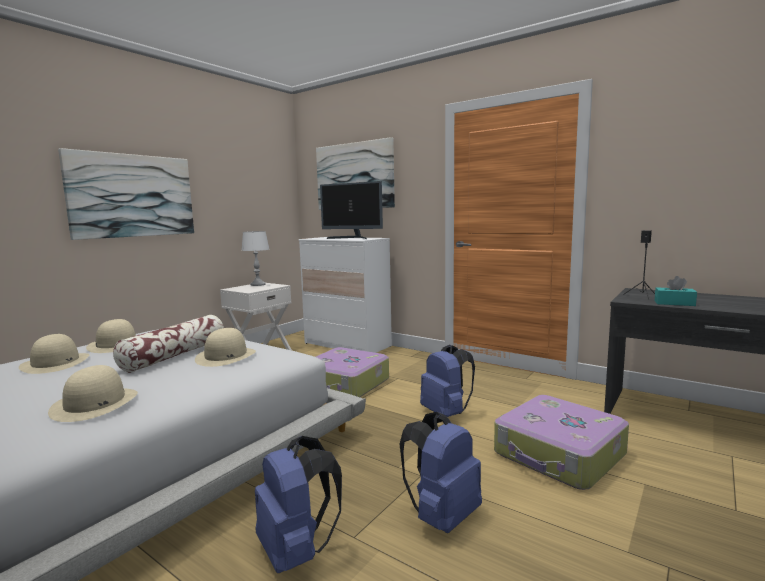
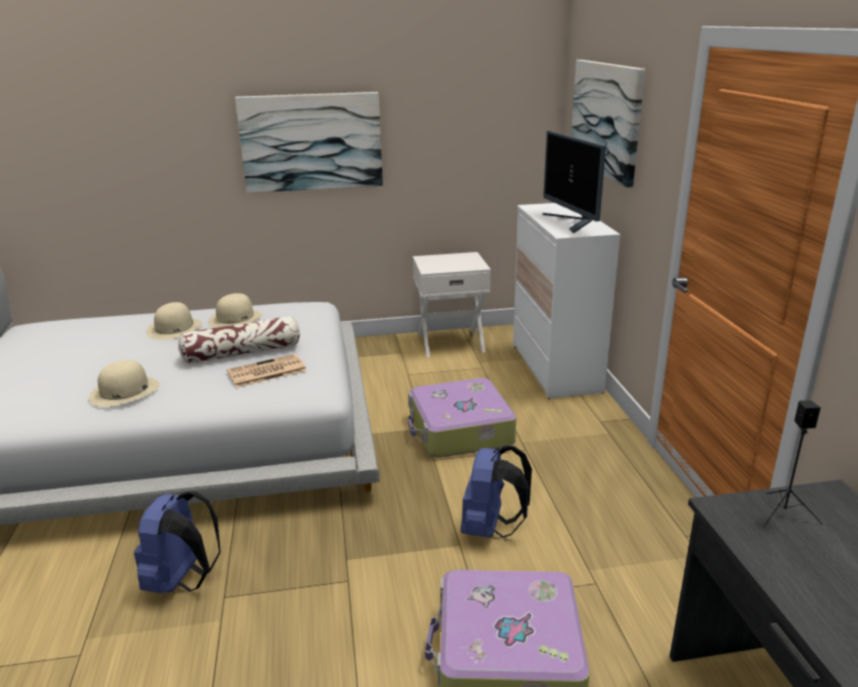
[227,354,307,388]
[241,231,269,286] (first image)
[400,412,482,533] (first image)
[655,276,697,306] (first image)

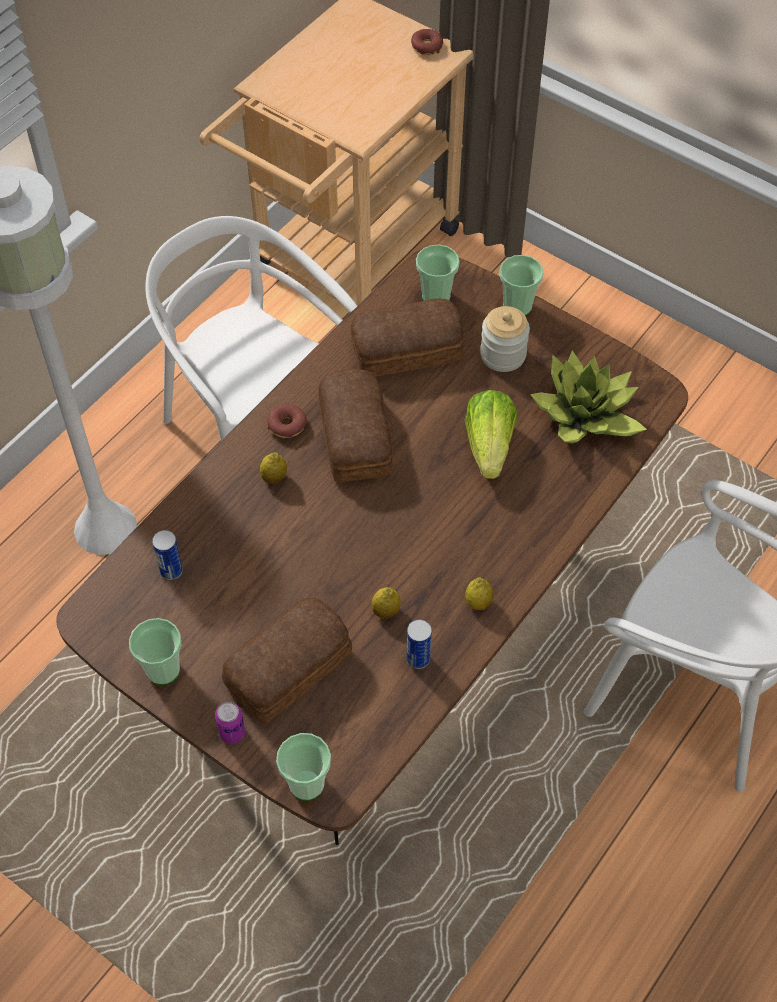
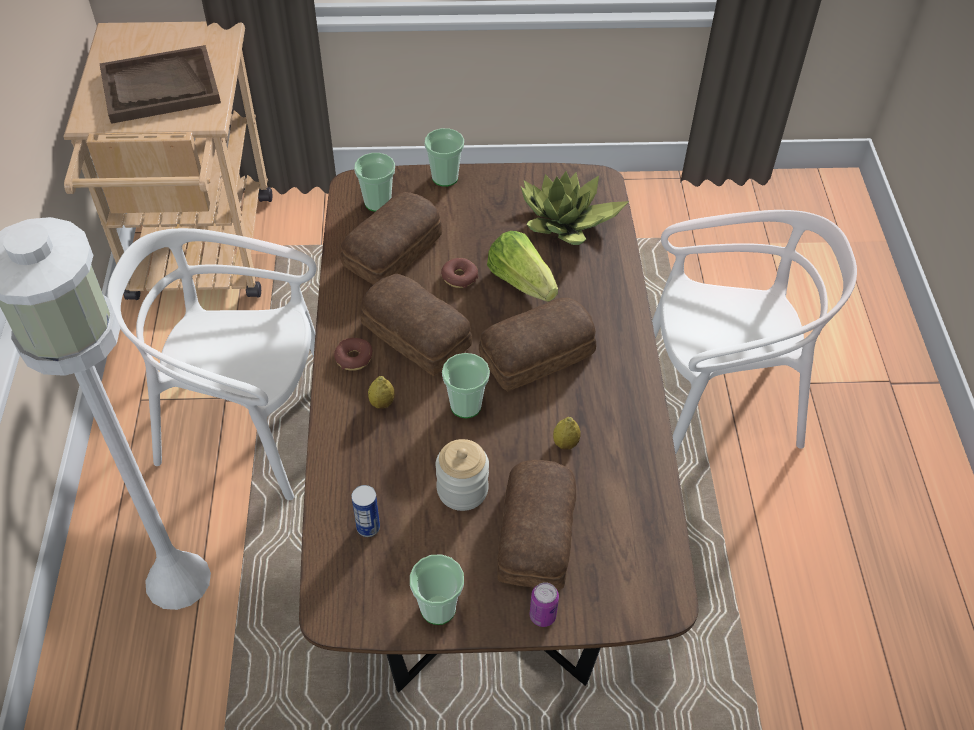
[100,45,221,124]
[436,439,489,511]
[441,258,478,288]
[442,353,490,418]
[479,298,596,392]
[407,619,432,669] (first image)
[465,577,494,610] (first image)

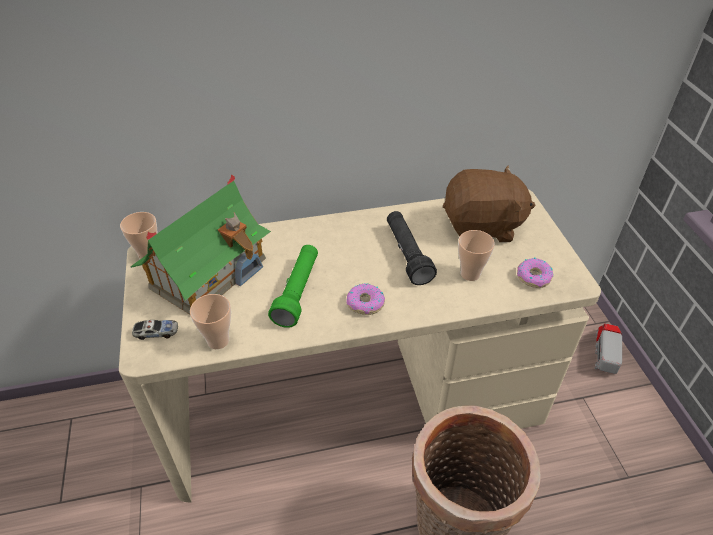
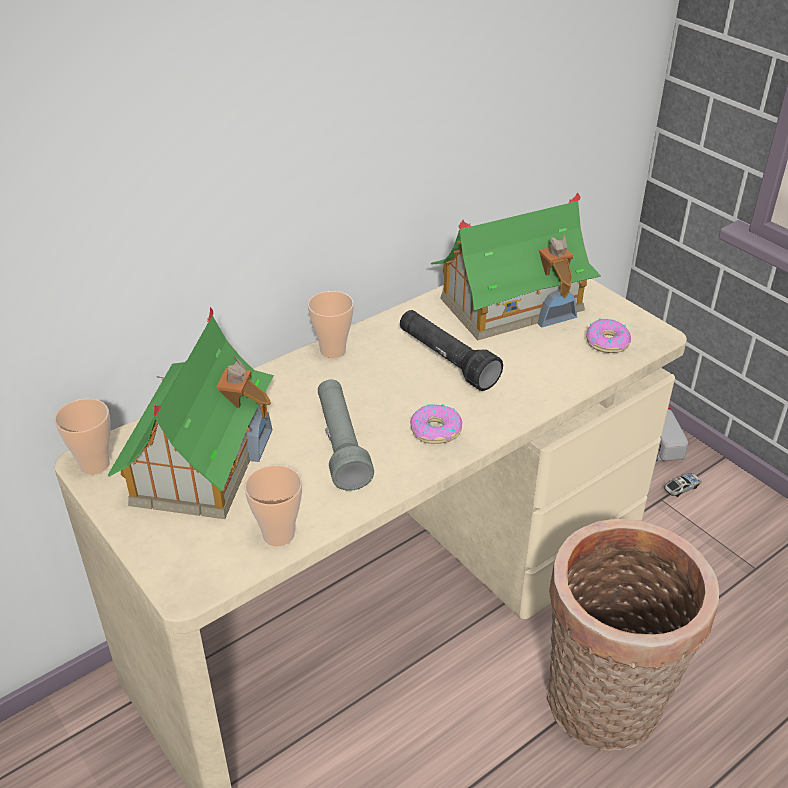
[308,291,354,358]
[318,379,374,491]
[431,192,601,341]
[664,473,702,497]

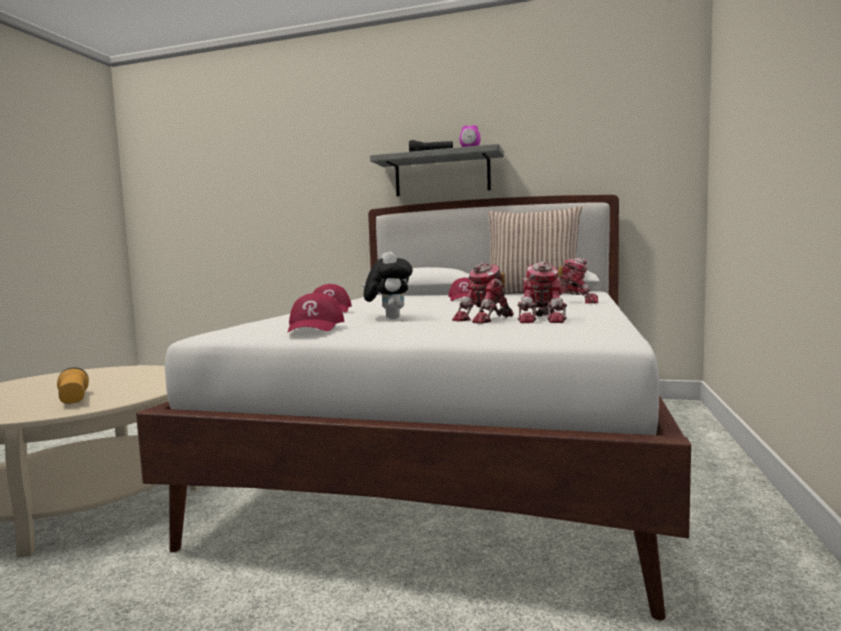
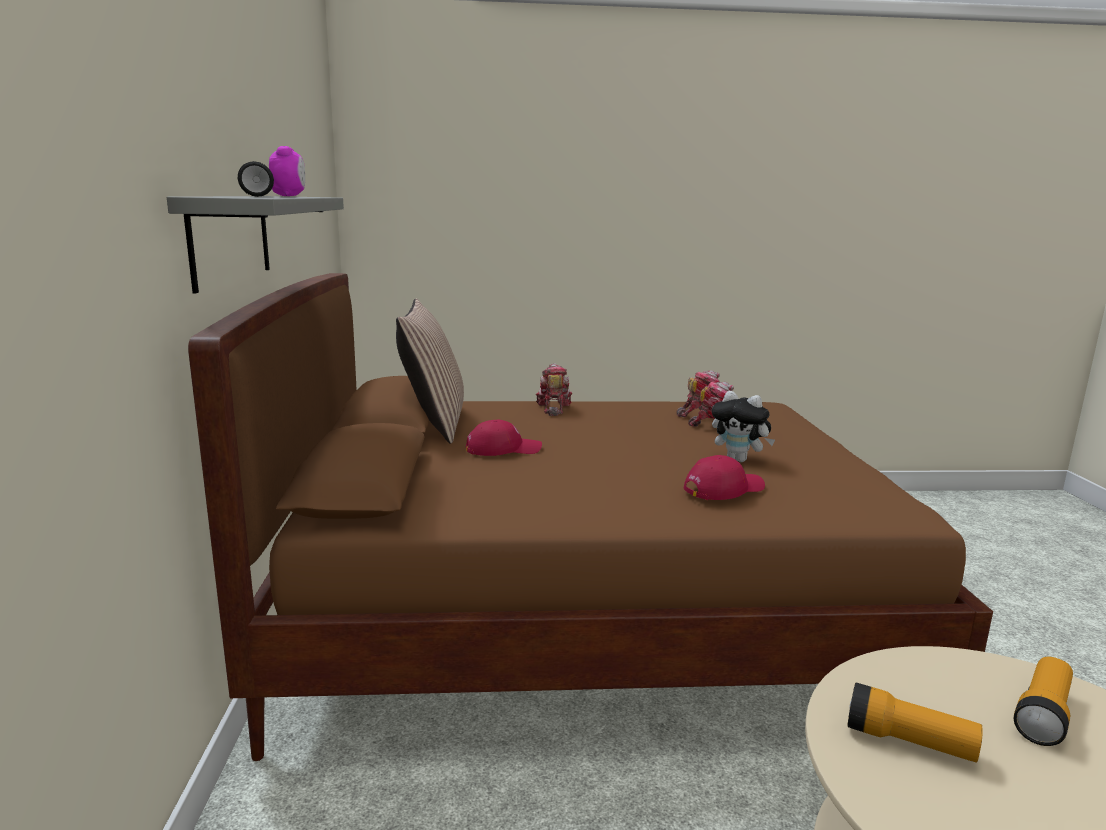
[188,273,993,761]
[712,391,775,462]
[848,683,982,762]
[288,292,345,332] (first image)

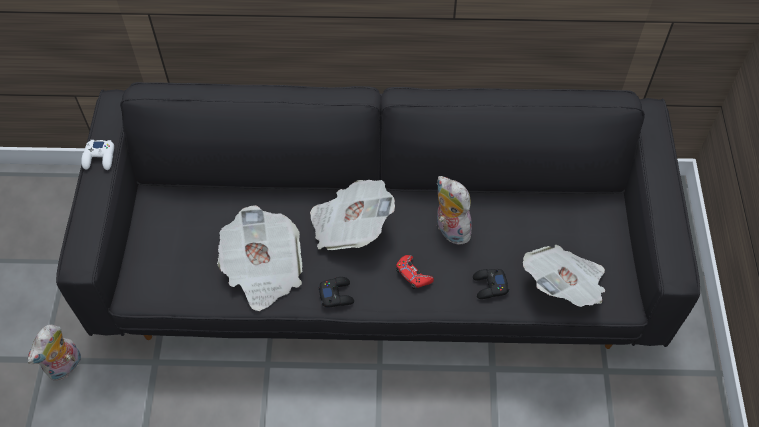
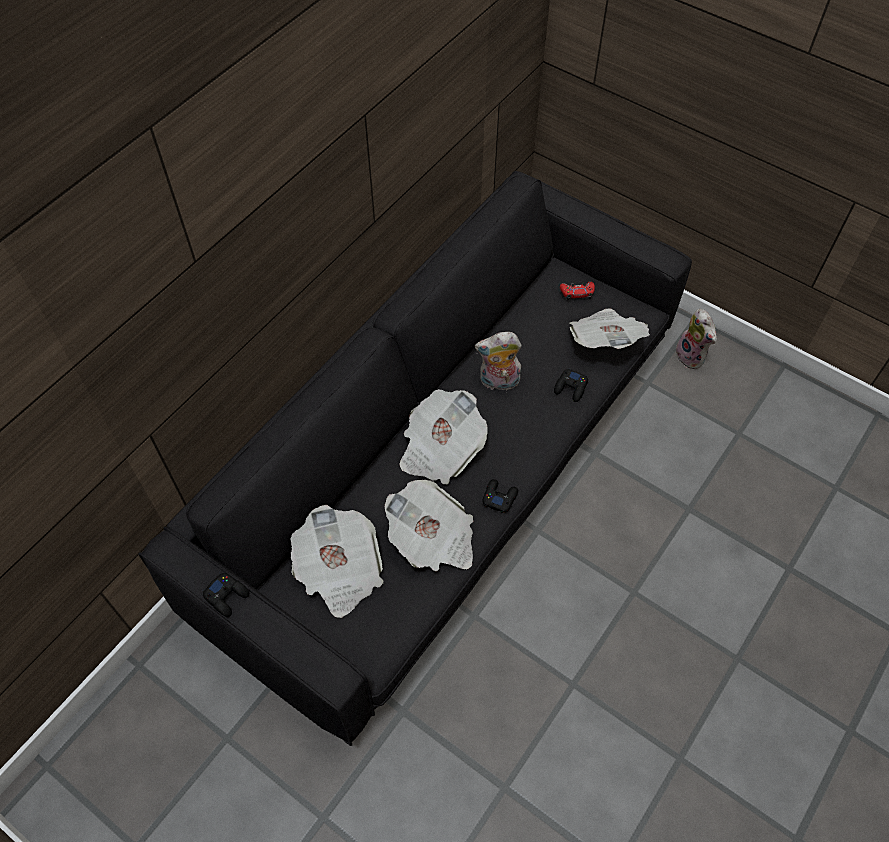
[203,573,249,617]
[290,505,383,618]
[560,281,595,300]
[676,309,717,369]

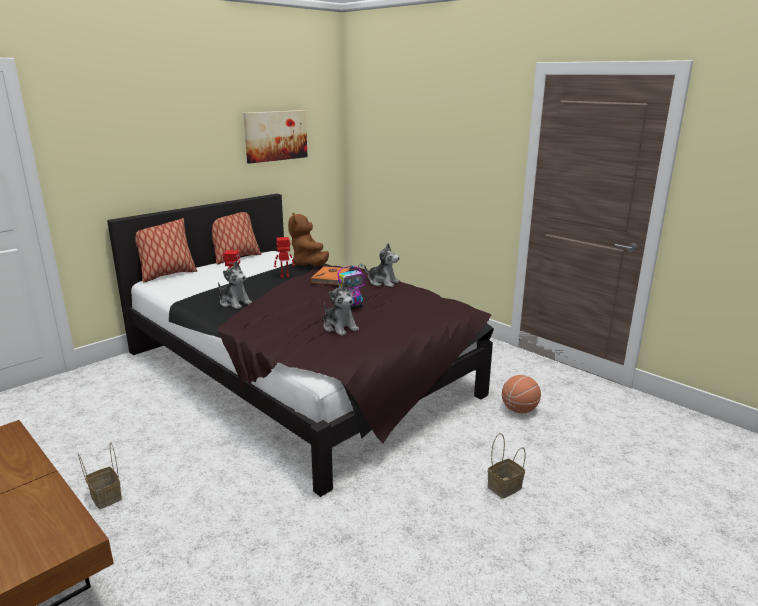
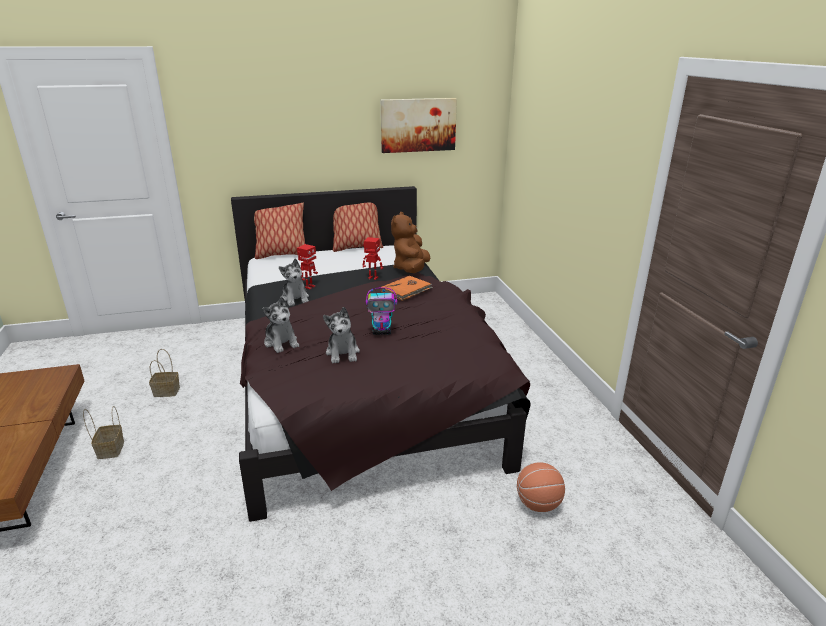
[149,349,180,397]
[262,296,299,353]

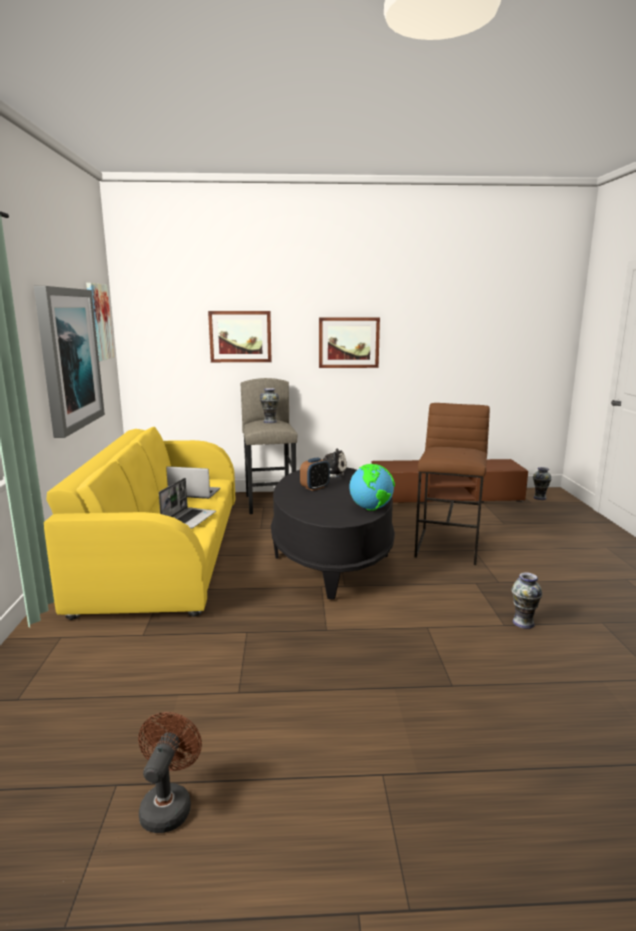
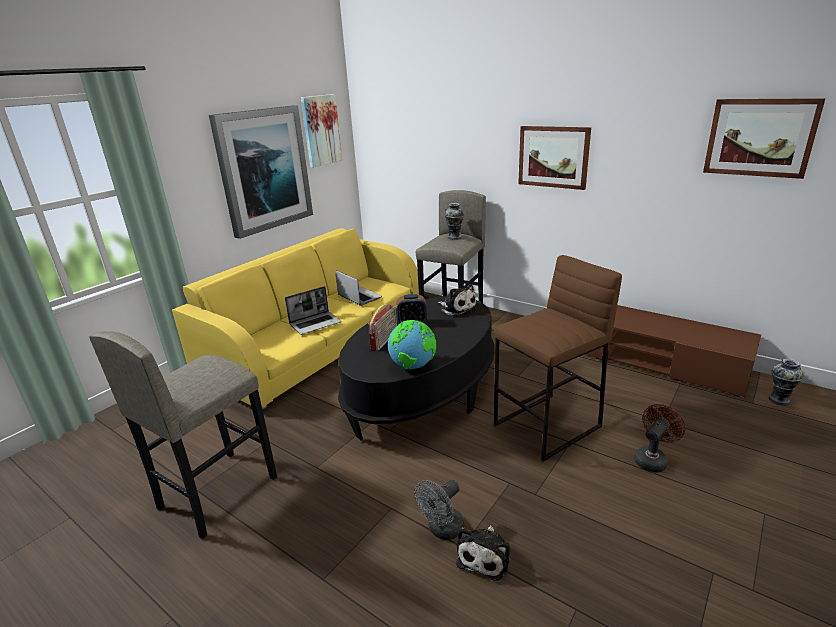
[89,331,277,539]
[368,304,397,351]
[414,479,464,540]
[456,526,510,581]
[634,404,685,473]
[703,98,826,179]

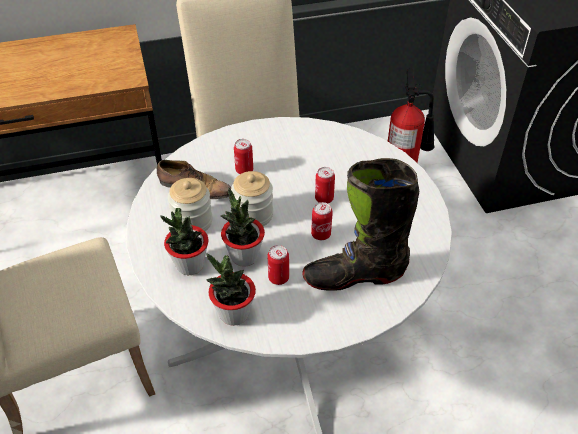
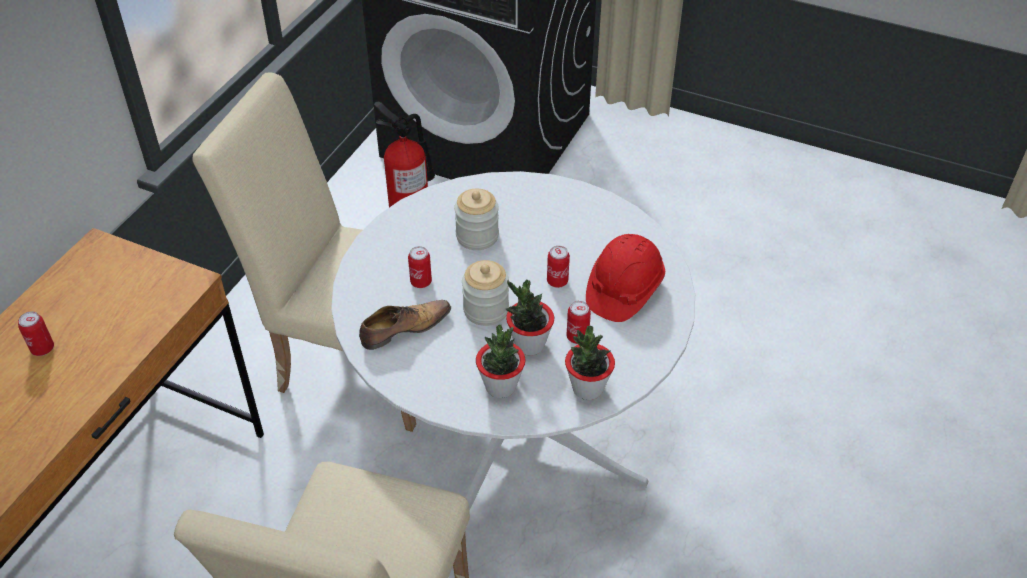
[18,311,54,356]
[454,189,499,250]
[586,234,665,322]

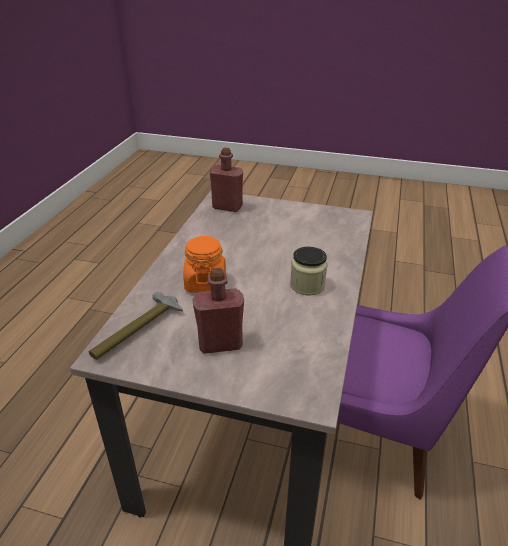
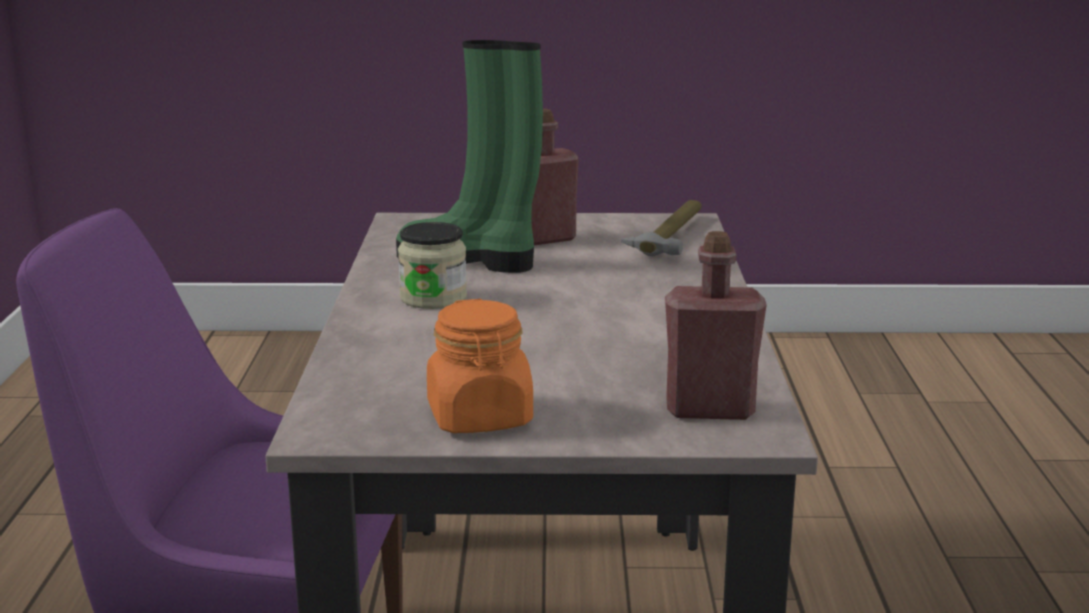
[396,40,543,273]
[427,299,533,433]

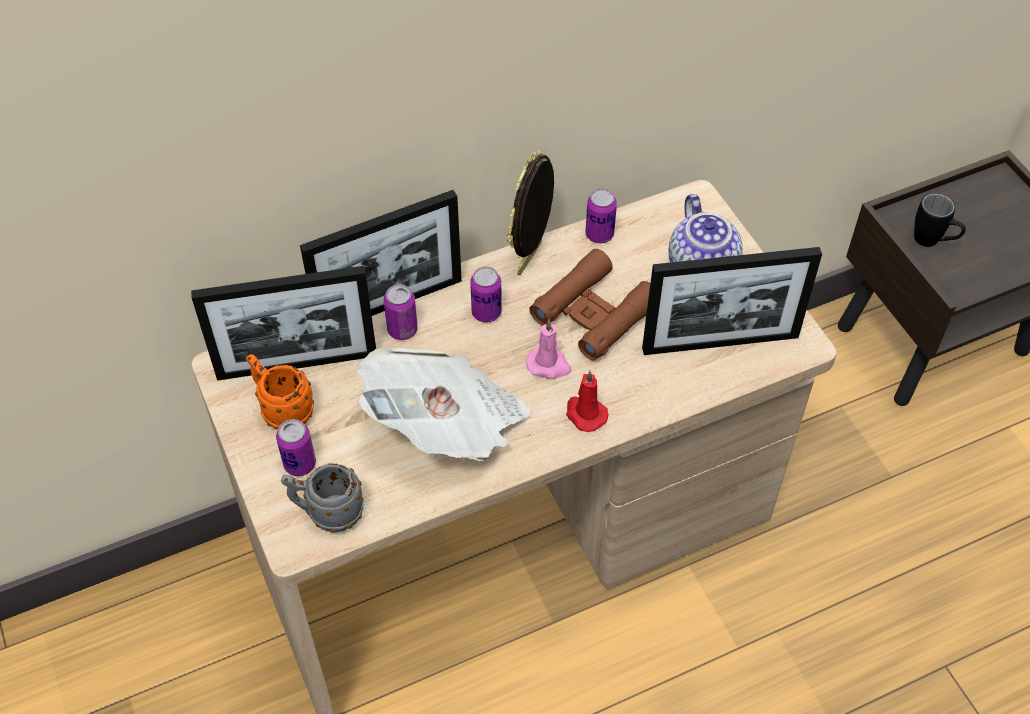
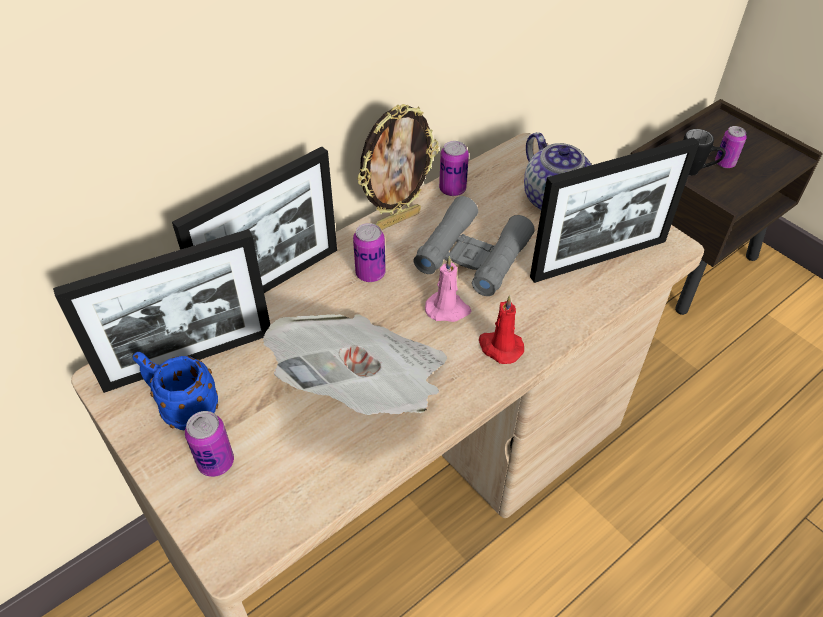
[133,352,218,430]
[357,104,439,230]
[414,196,535,296]
[715,126,747,168]
[281,463,364,533] (first image)

